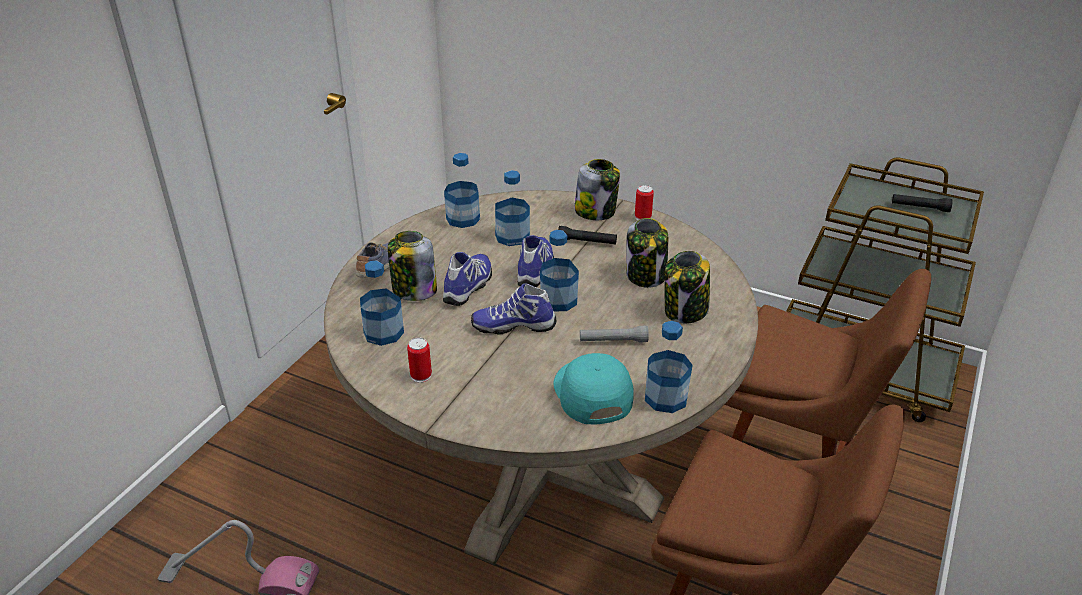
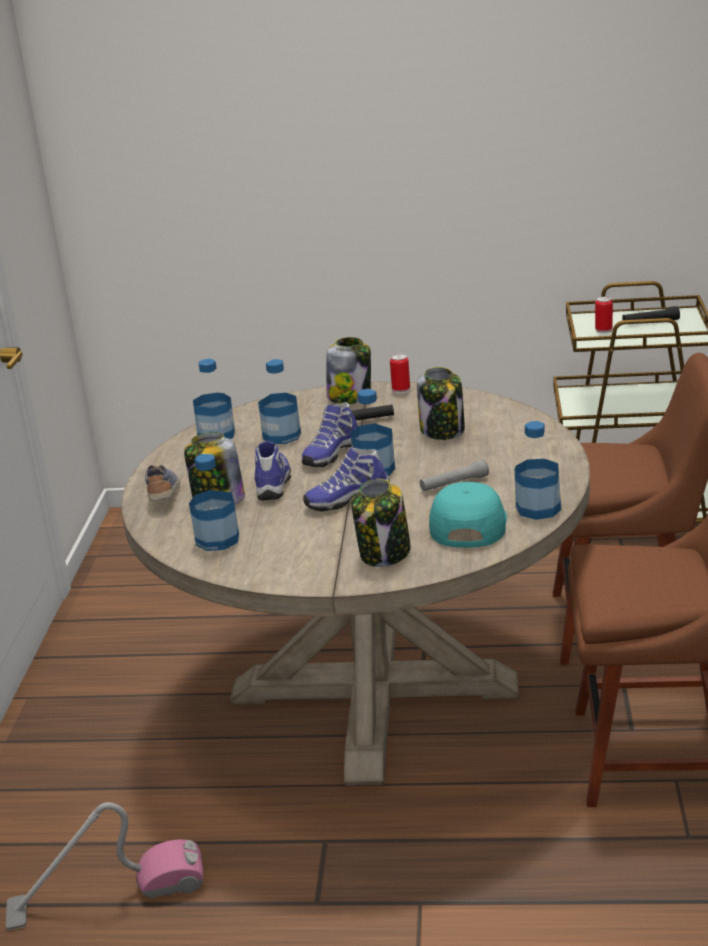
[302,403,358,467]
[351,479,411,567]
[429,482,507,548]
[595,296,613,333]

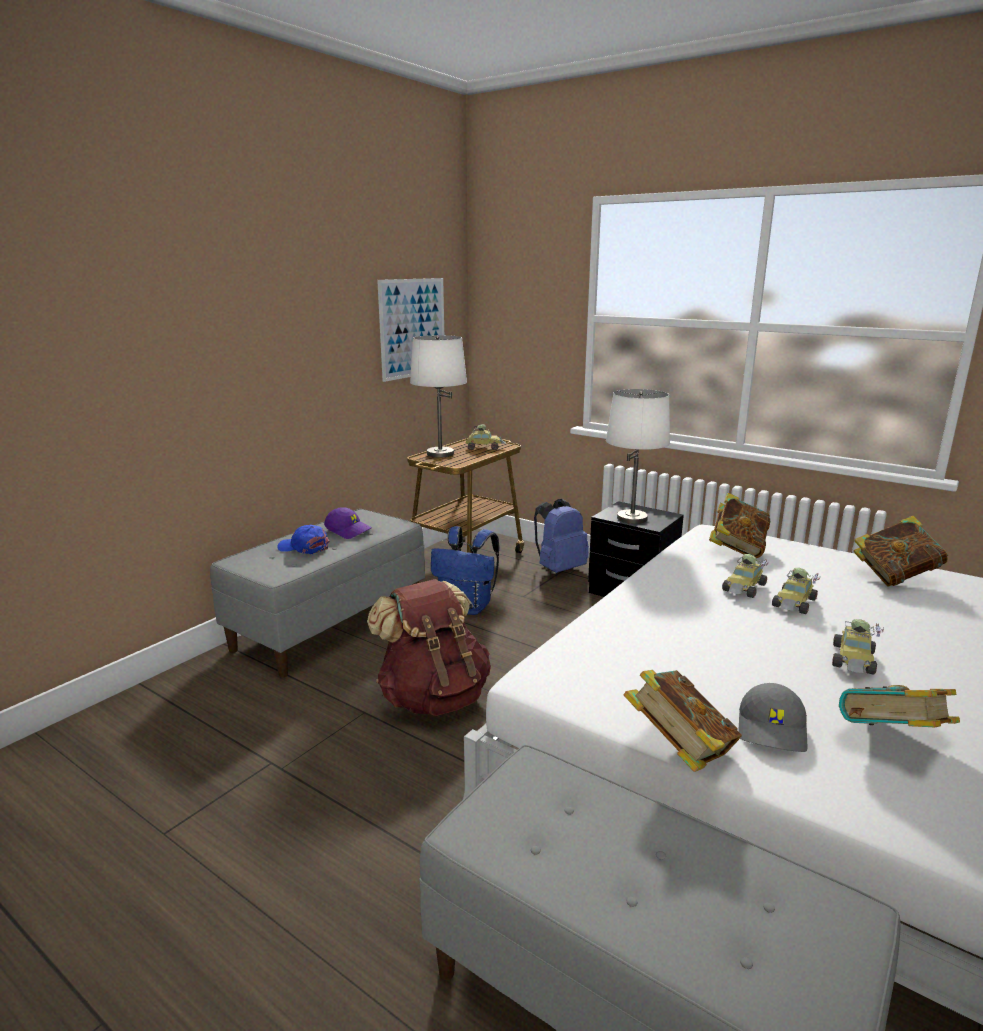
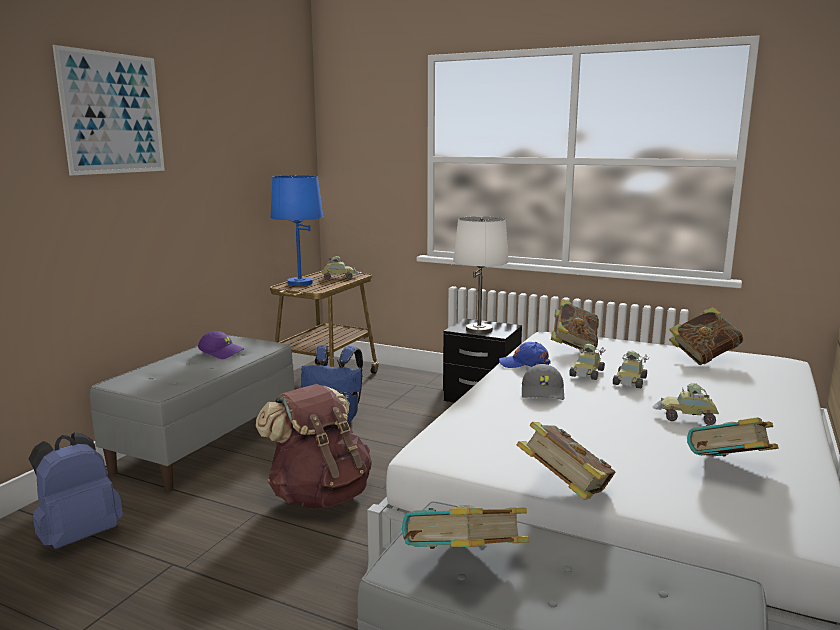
[28,432,123,549]
[53,45,165,175]
[270,175,323,286]
[402,505,529,549]
[499,342,551,368]
[522,364,564,400]
[653,383,719,425]

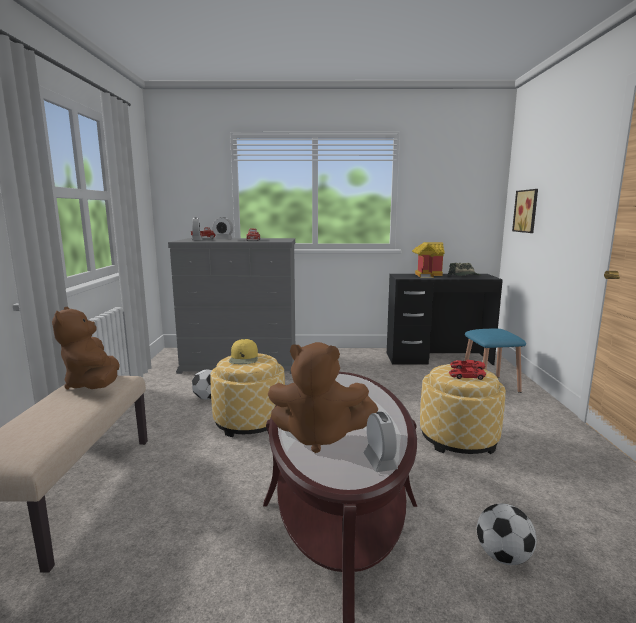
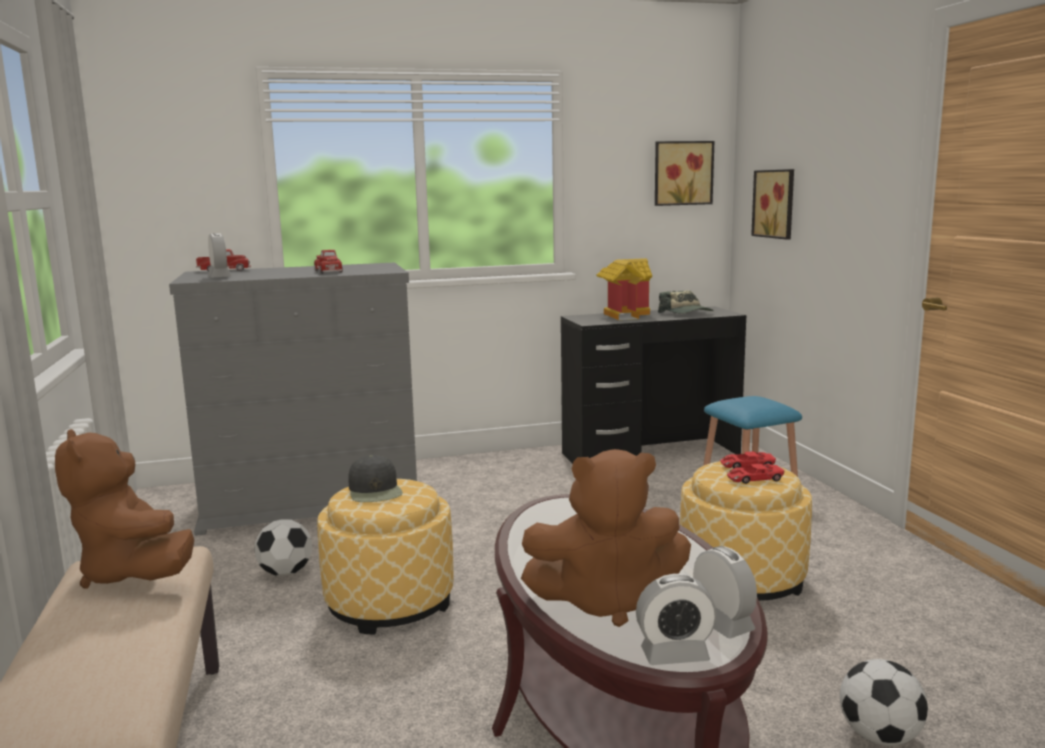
[348,455,403,502]
[636,574,717,665]
[655,141,714,206]

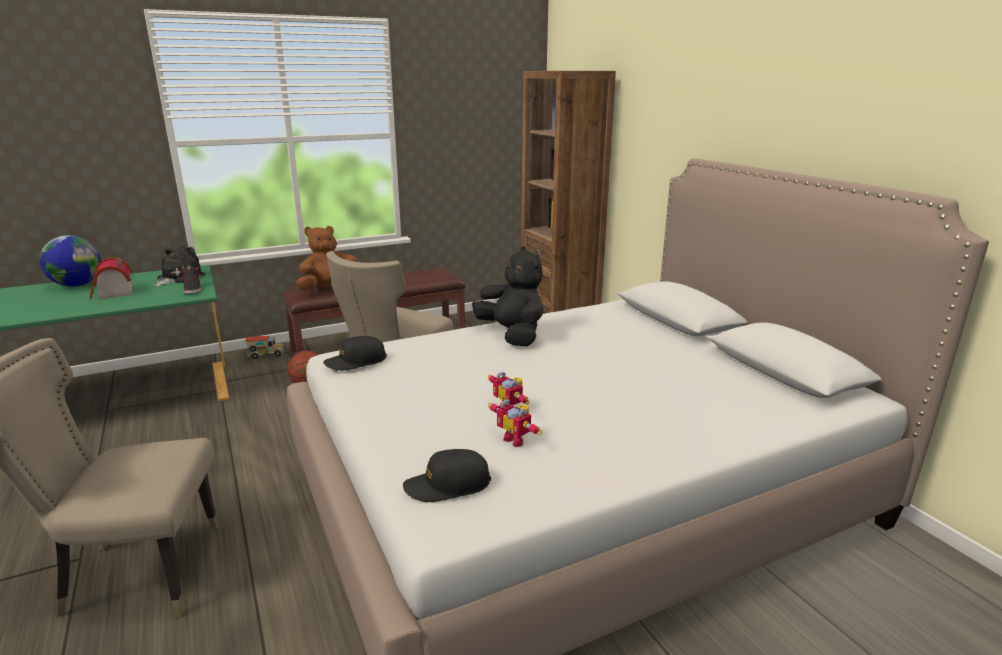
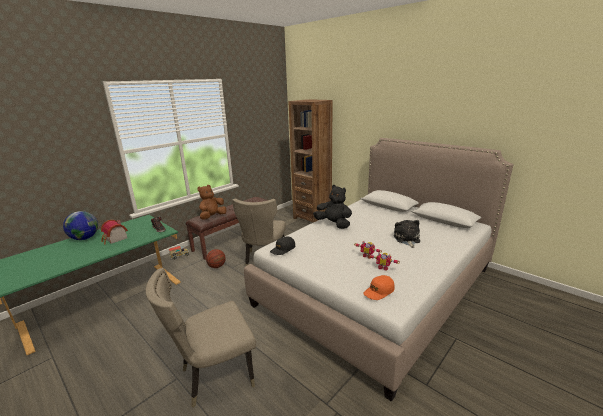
[363,275,394,300]
[394,220,420,248]

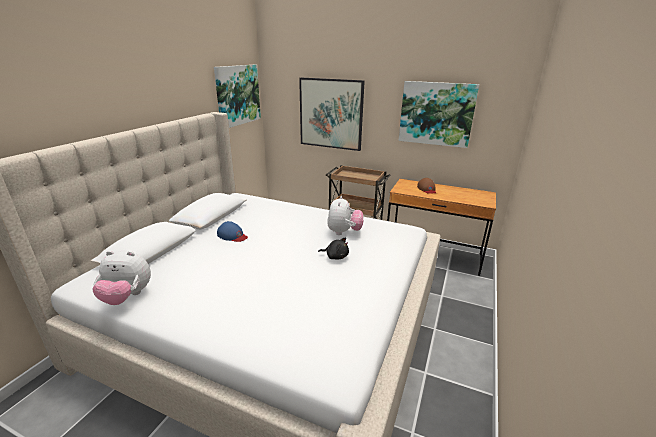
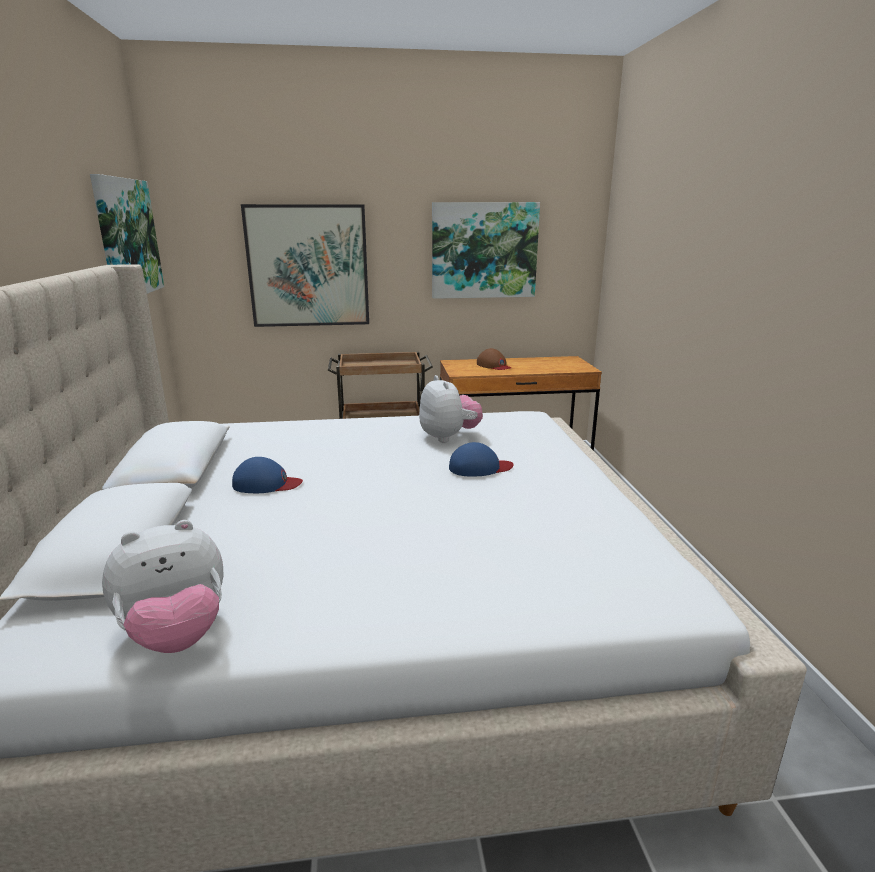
[449,442,513,477]

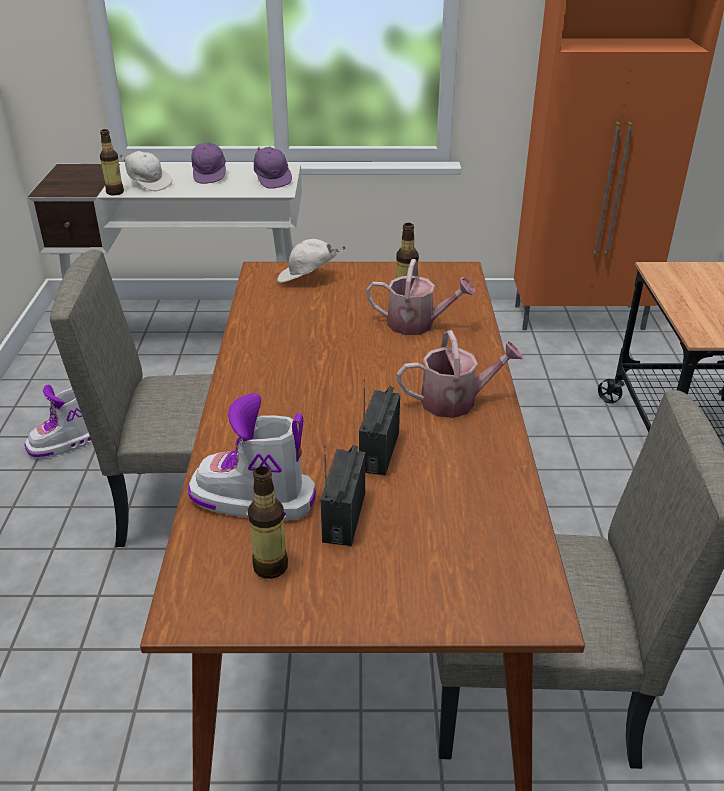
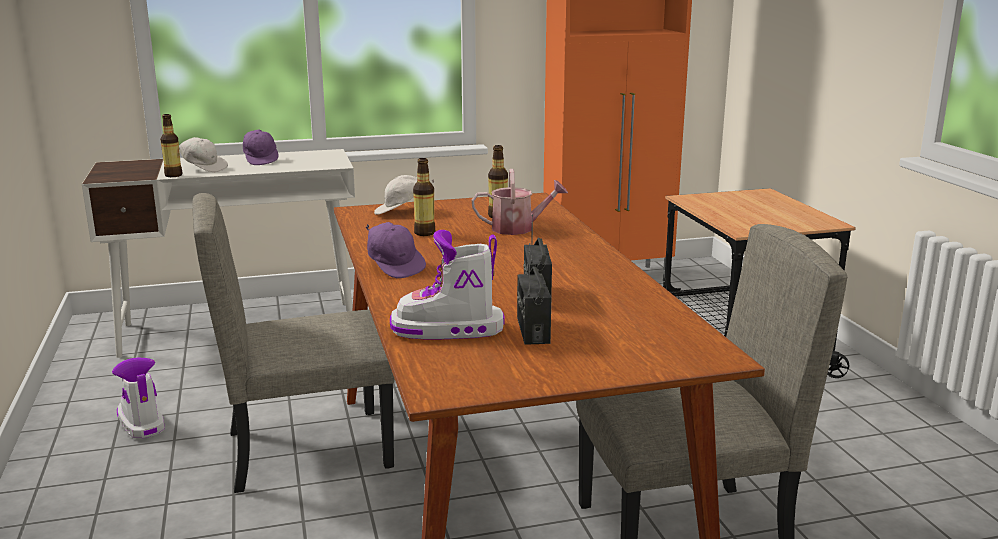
[112,358,165,439]
[365,222,426,278]
[413,158,436,236]
[397,330,523,418] (first image)

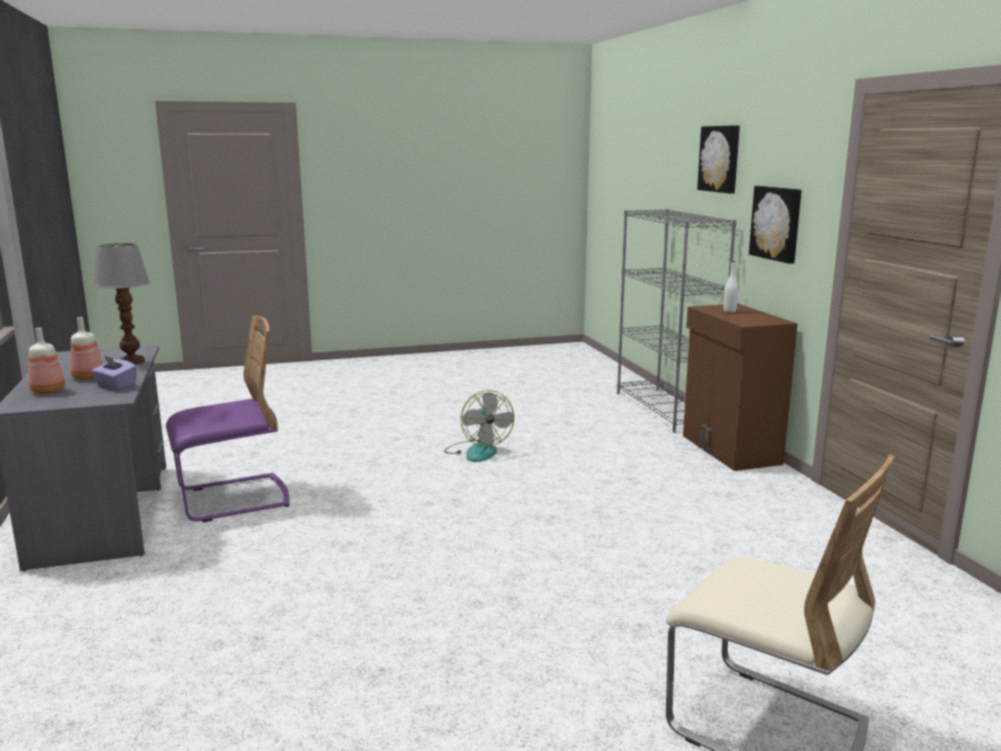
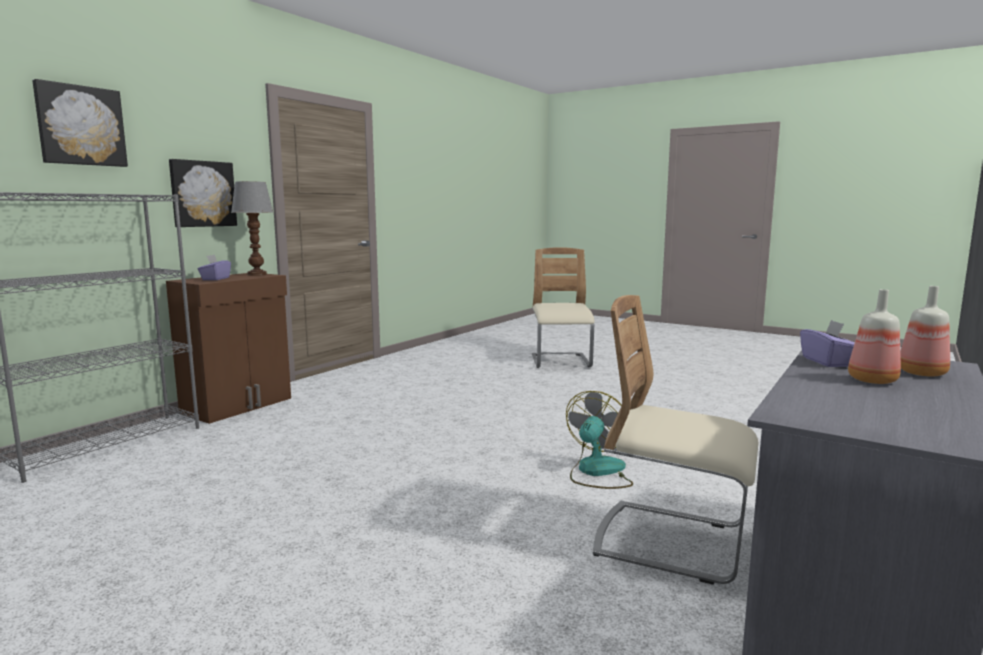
[198,255,231,280]
[231,181,274,276]
[566,391,633,489]
[593,295,758,585]

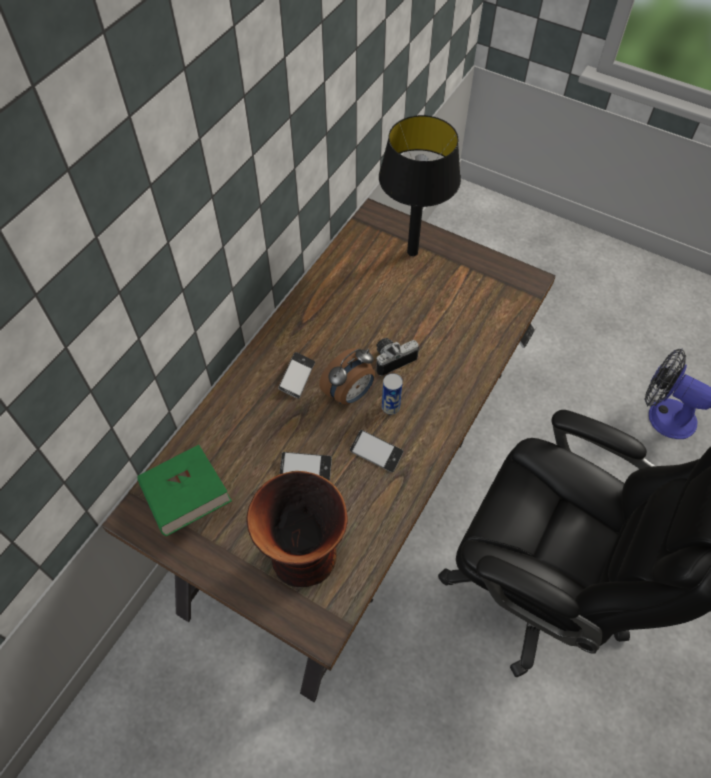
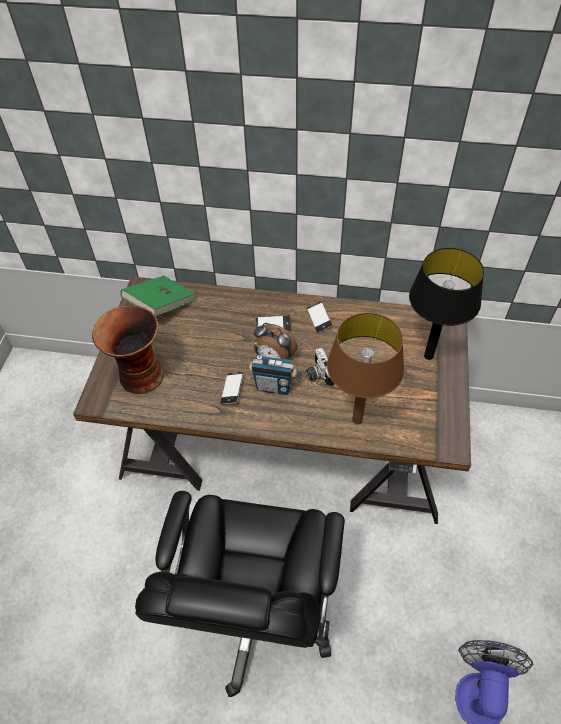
[249,343,297,395]
[306,348,334,386]
[307,301,333,333]
[327,313,405,425]

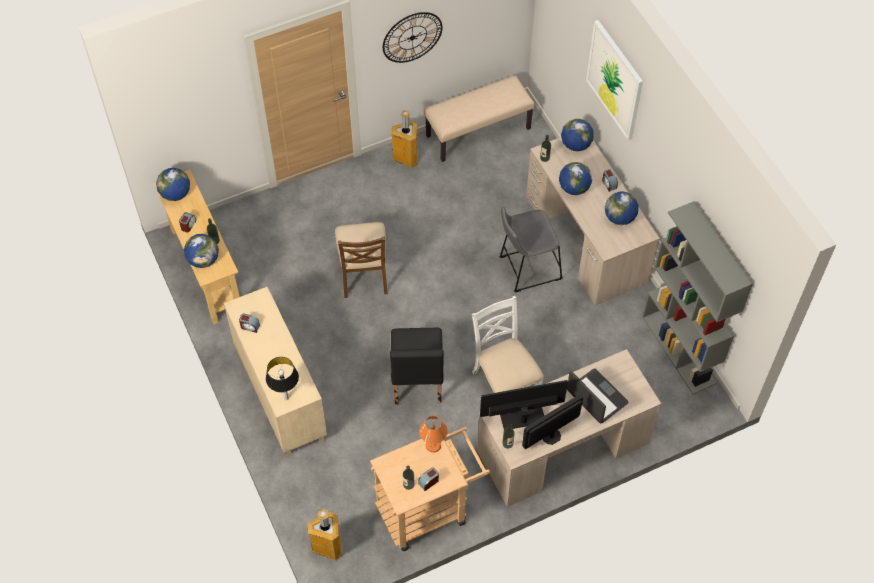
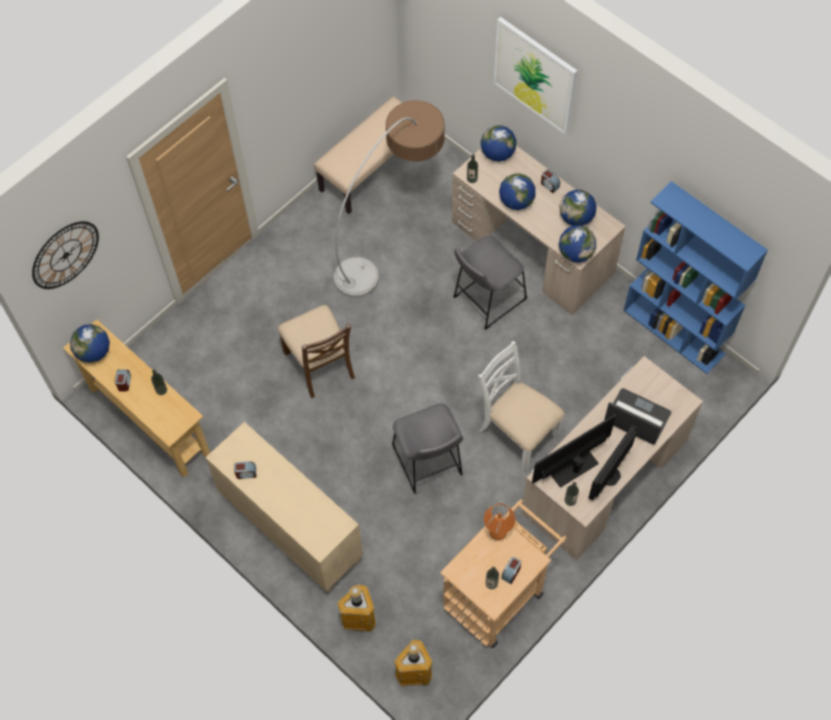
[32,221,99,289]
[334,100,445,298]
[337,584,376,632]
[392,404,463,494]
[559,225,596,263]
[623,181,768,374]
[266,357,299,400] (first image)

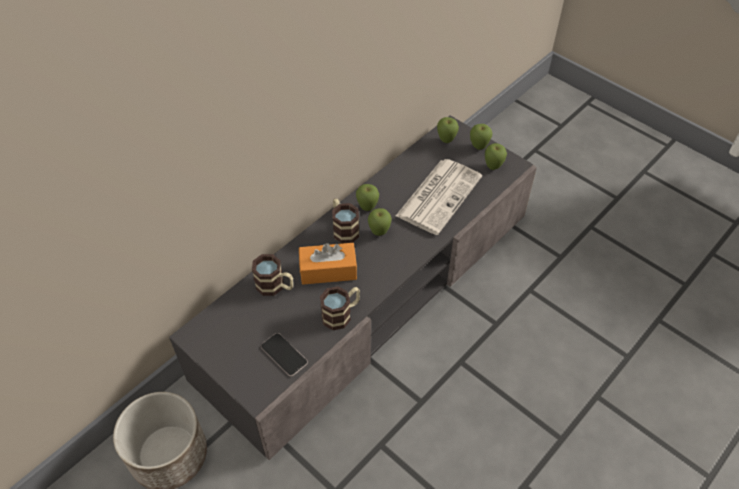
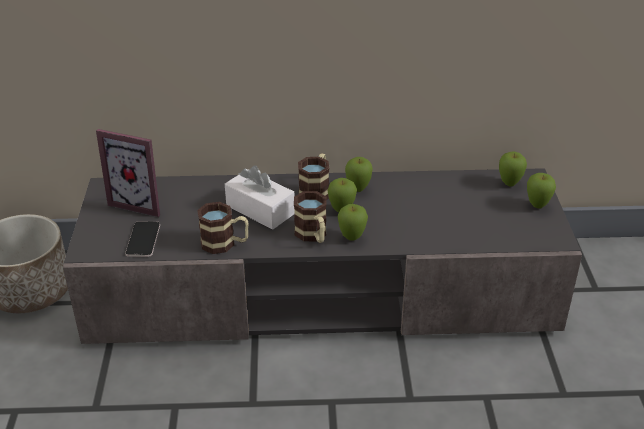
[96,129,160,217]
[225,166,295,230]
[294,191,326,243]
[337,204,368,241]
[396,159,482,235] (first image)

